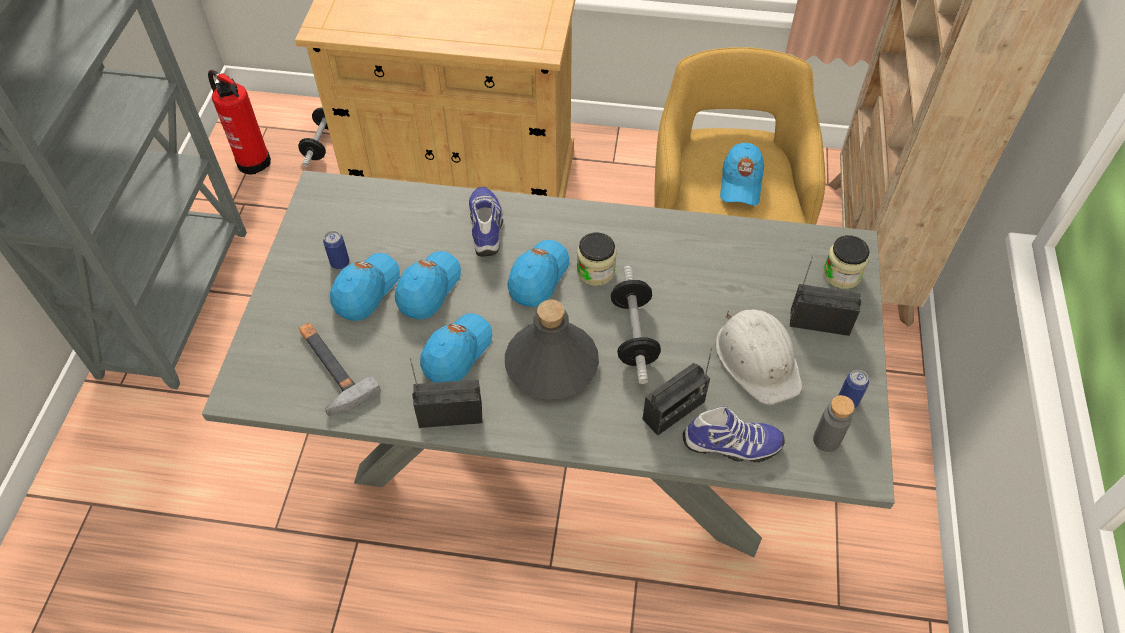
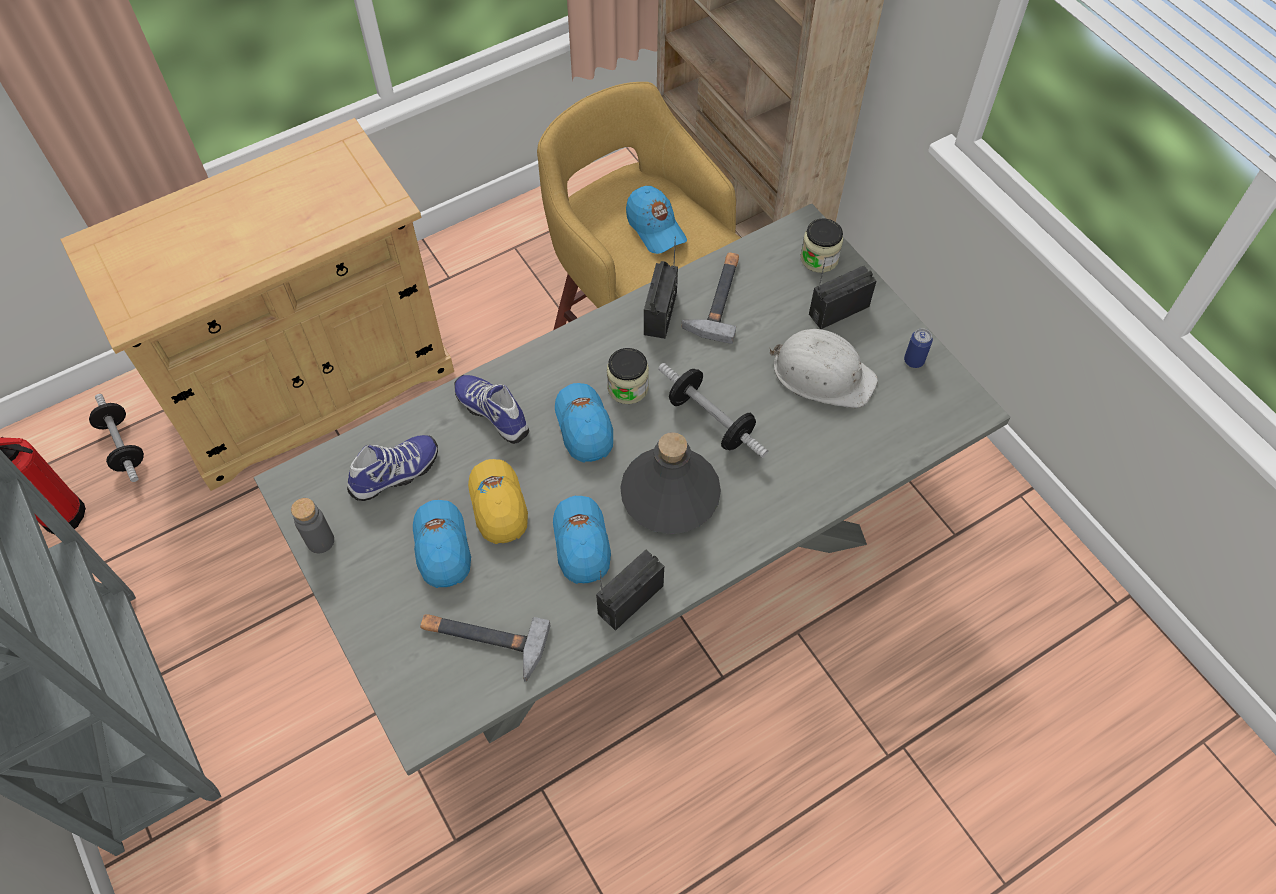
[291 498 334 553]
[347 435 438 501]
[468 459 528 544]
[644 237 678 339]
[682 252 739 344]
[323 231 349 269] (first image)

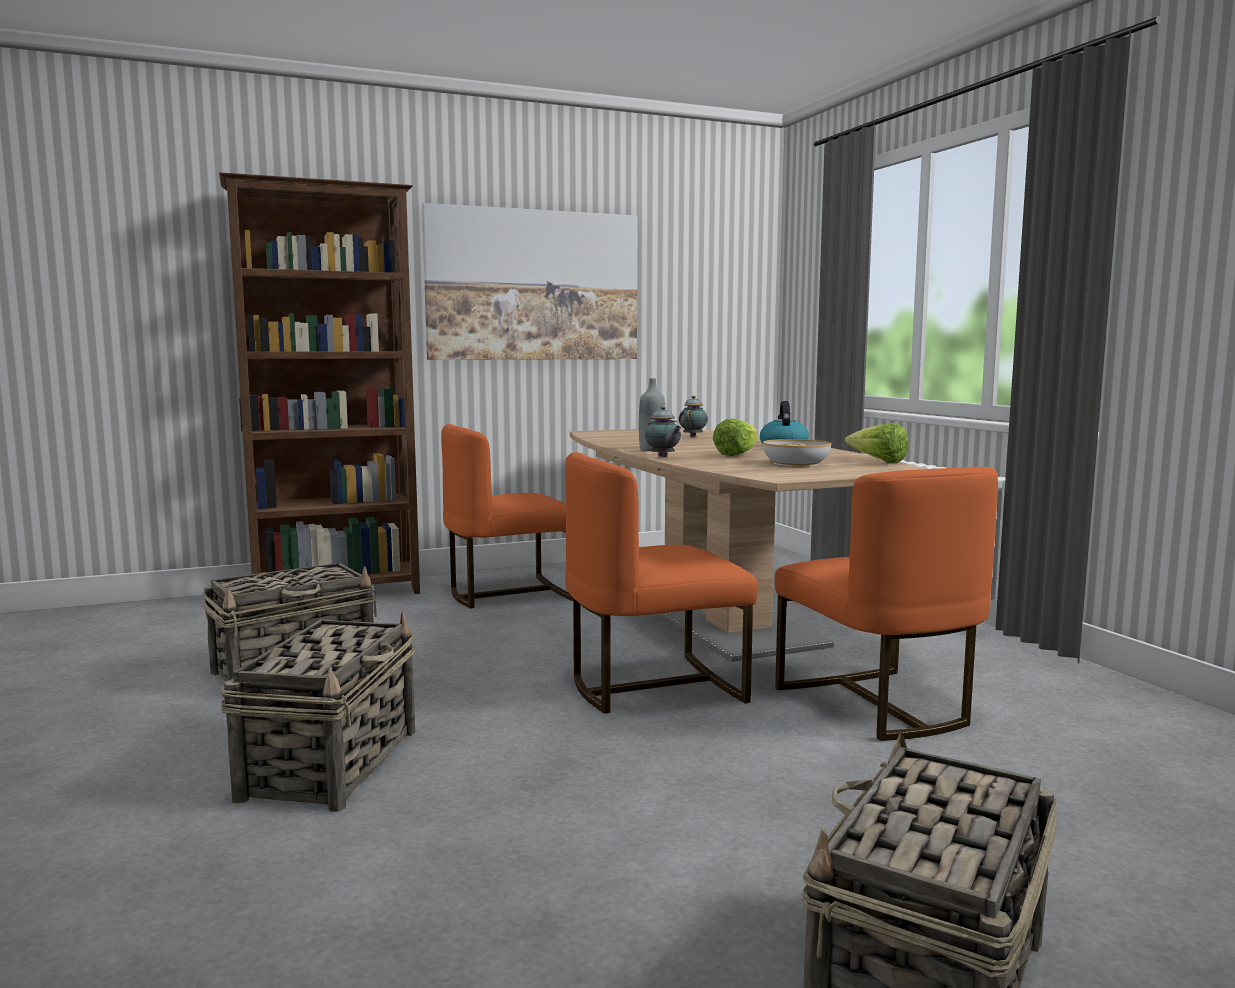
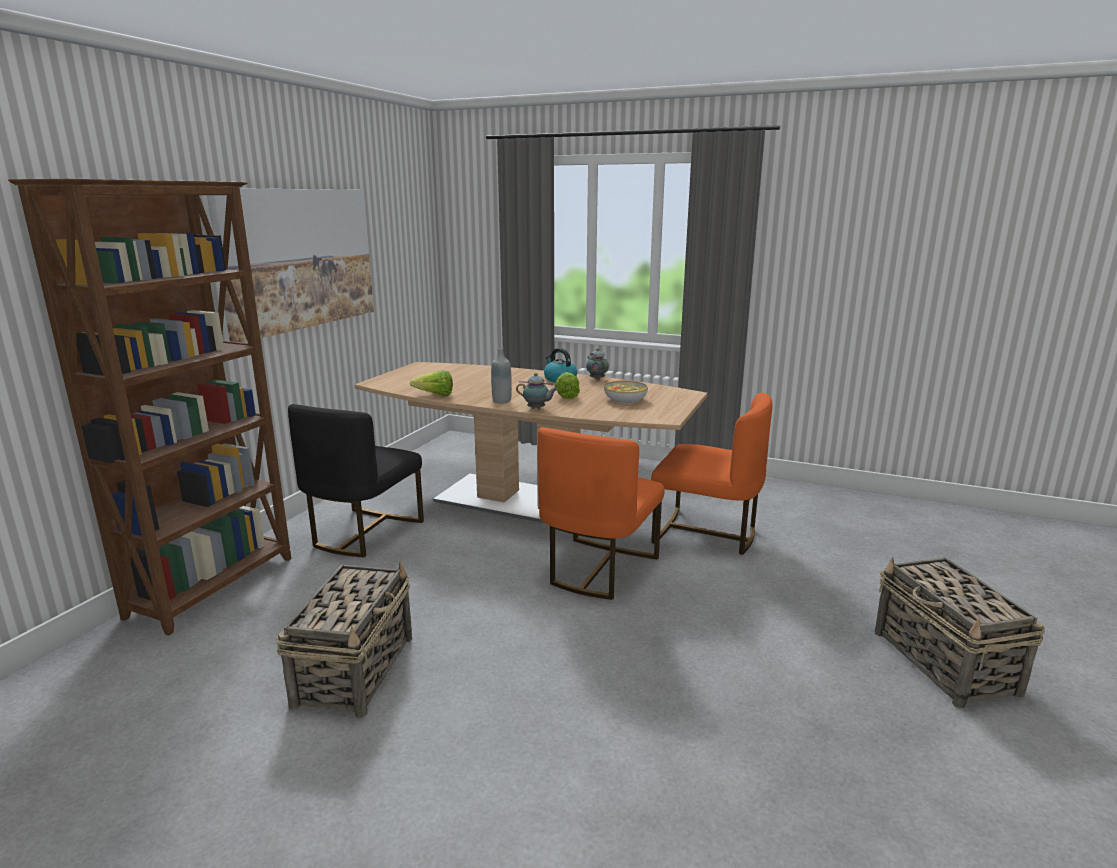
[288 404 424 557]
[410 370 453 396]
[586 348 609 380]
[220 611 415 812] (first image)

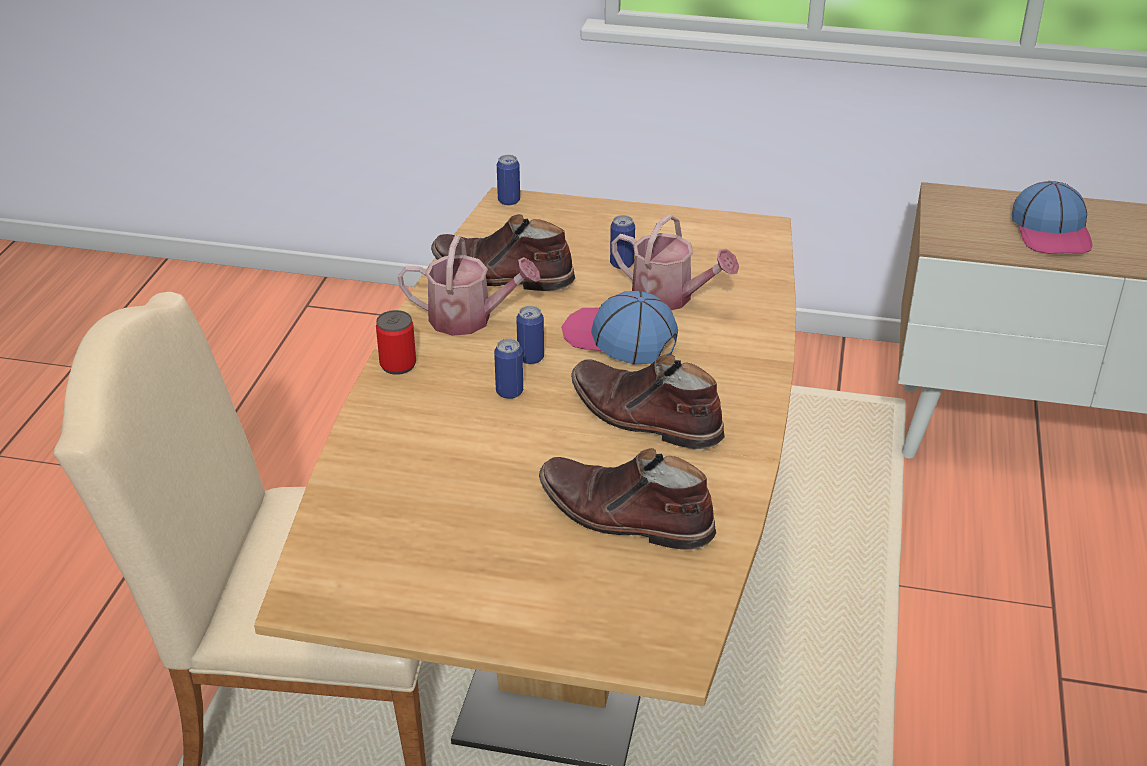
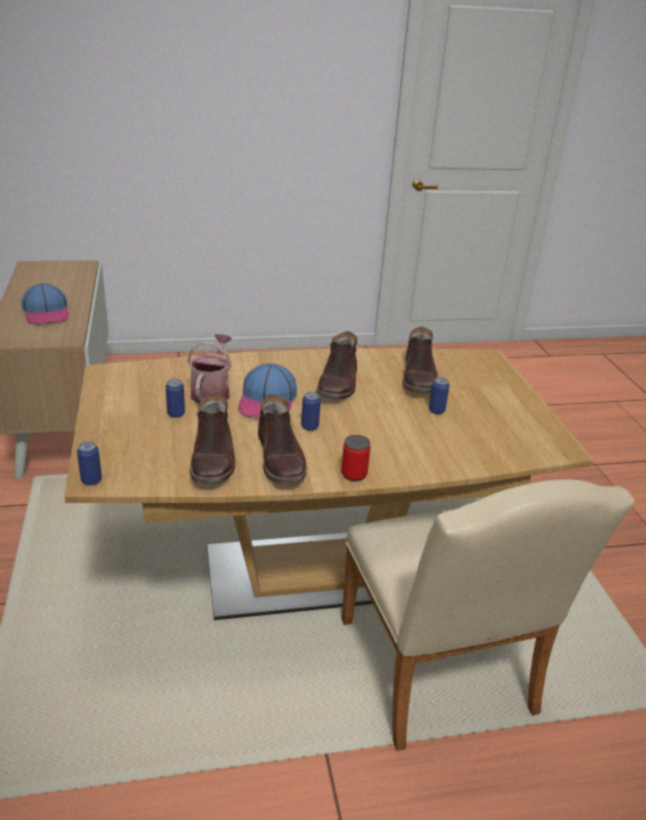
[21 283 69 324]
[258 395 307 484]
[429 377 450 415]

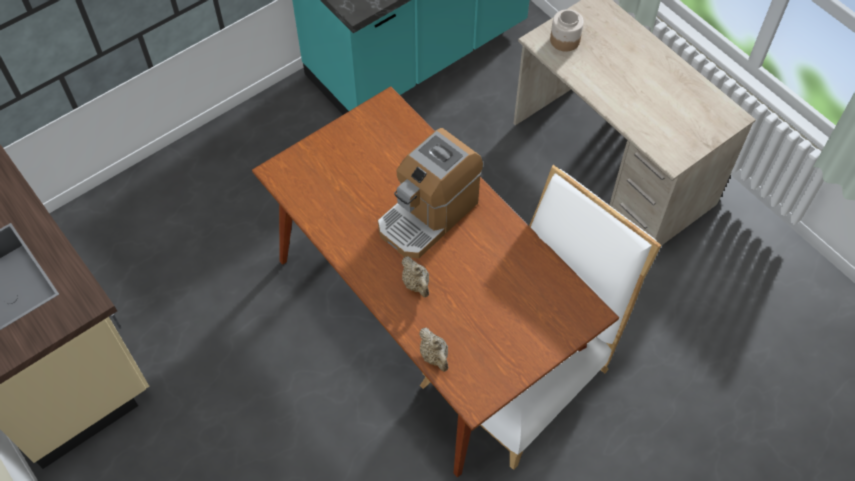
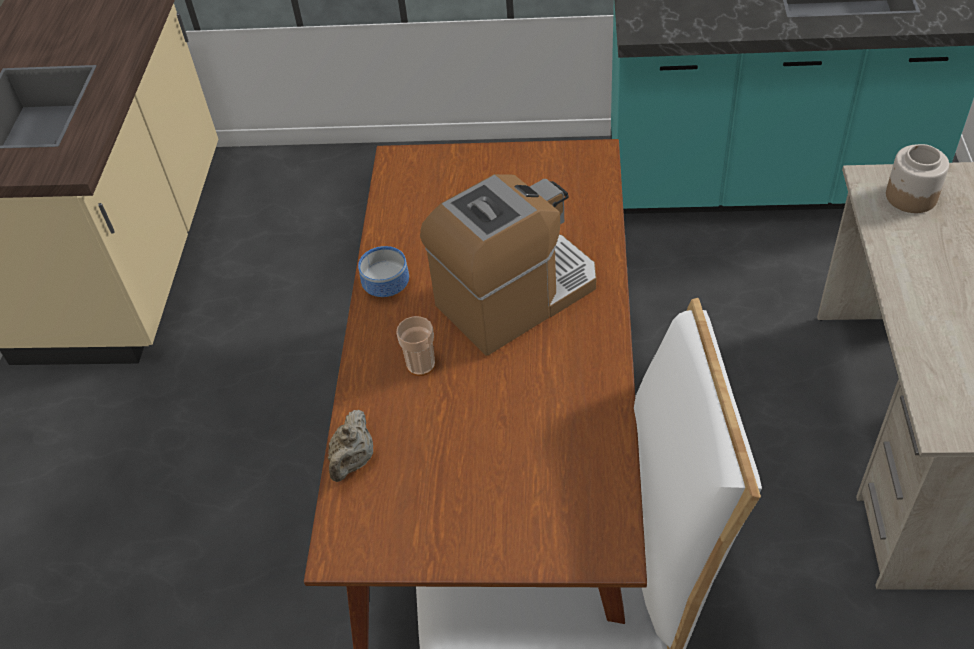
[358 246 409 297]
[396 316 435 376]
[420 174 596 356]

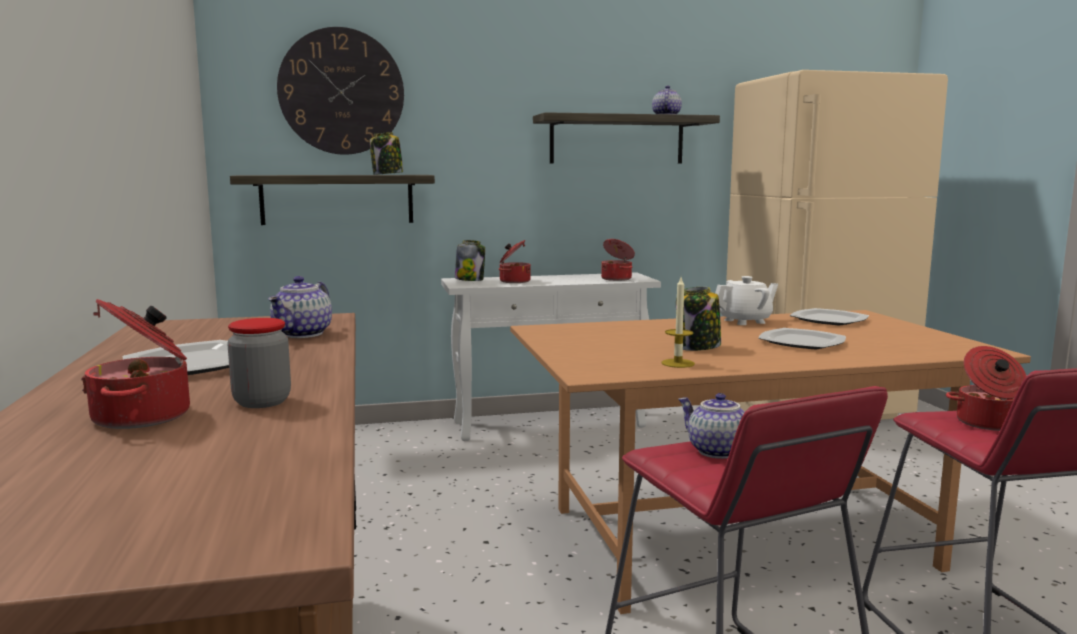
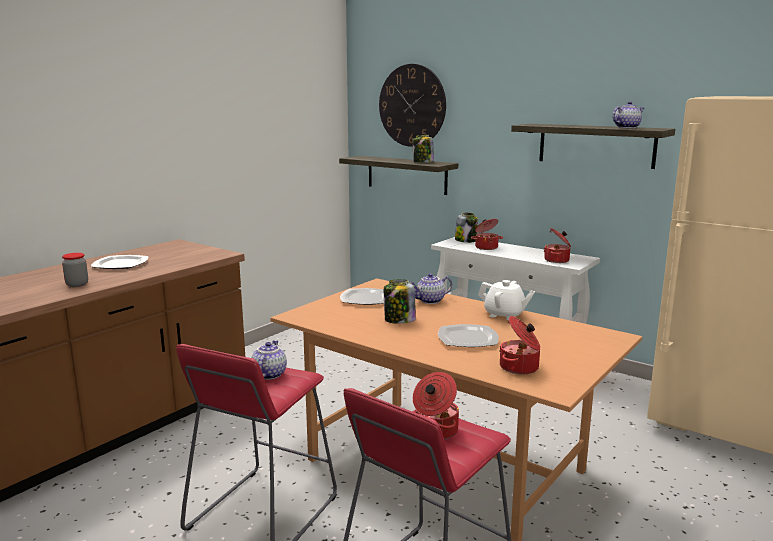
[340 288 384 305]
[410 273 452 304]
[499 316 540 375]
[662 278 695 368] (first image)

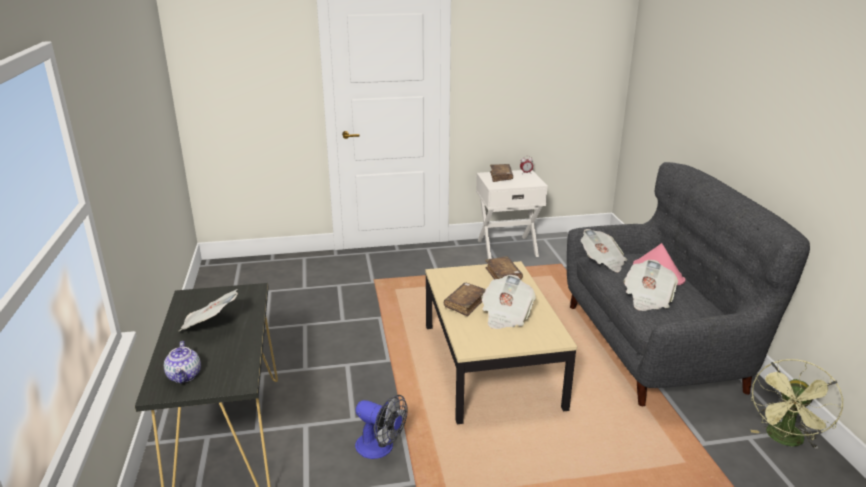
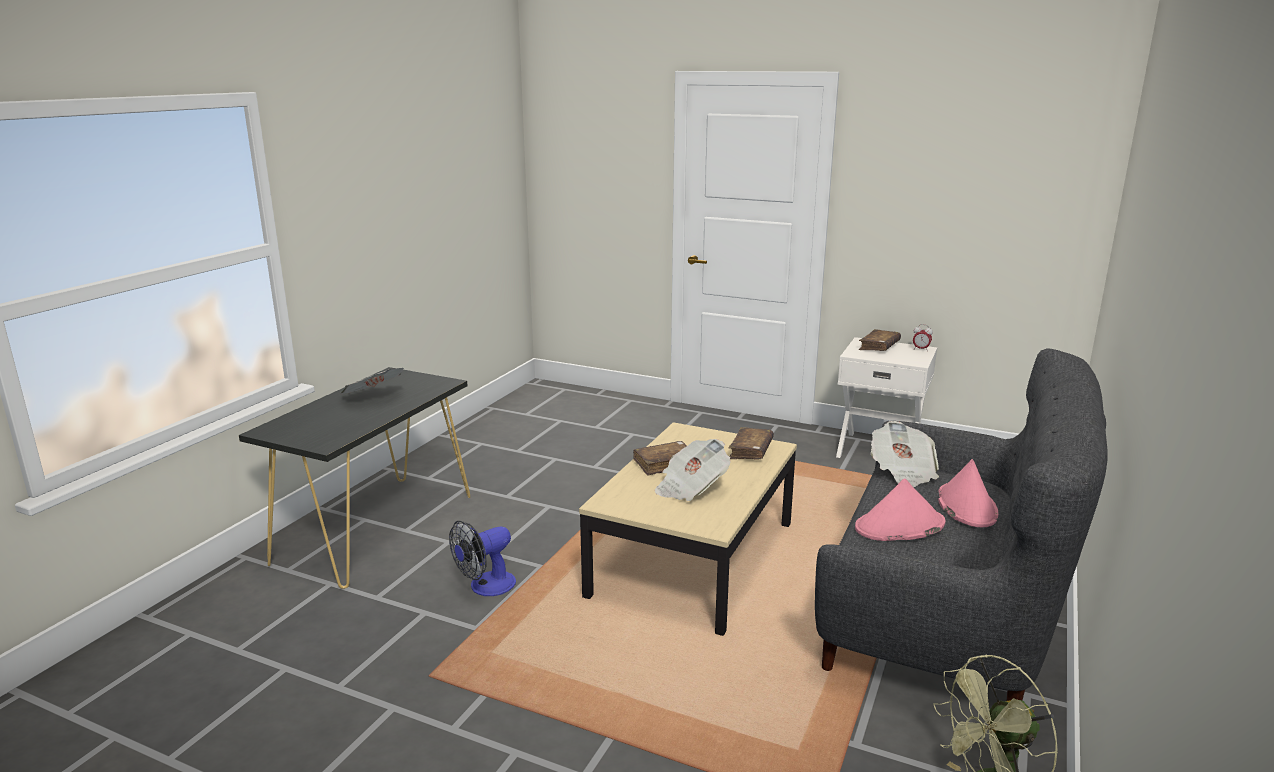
[449 521 516 596]
[855 479 945 541]
[164 341 201 384] (first image)

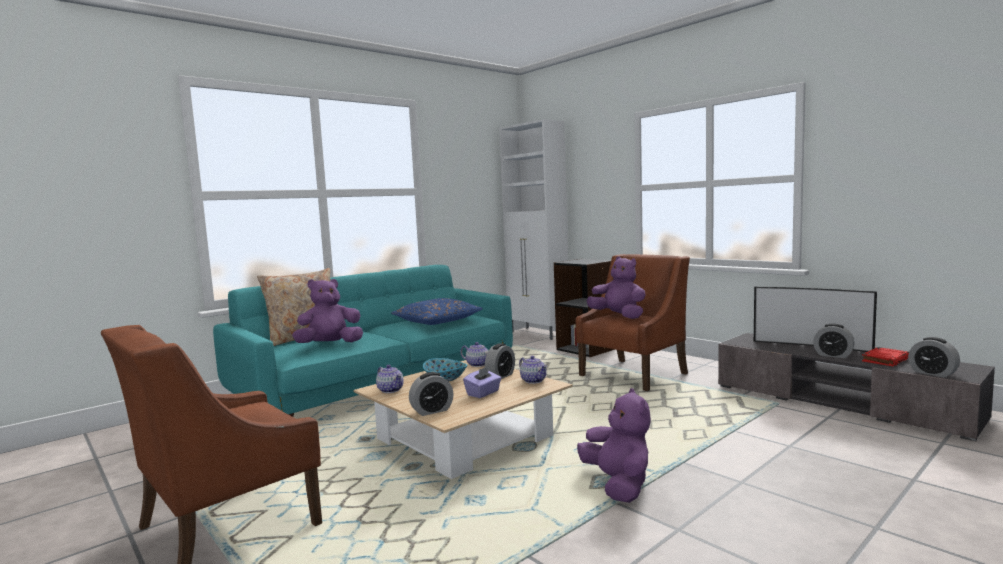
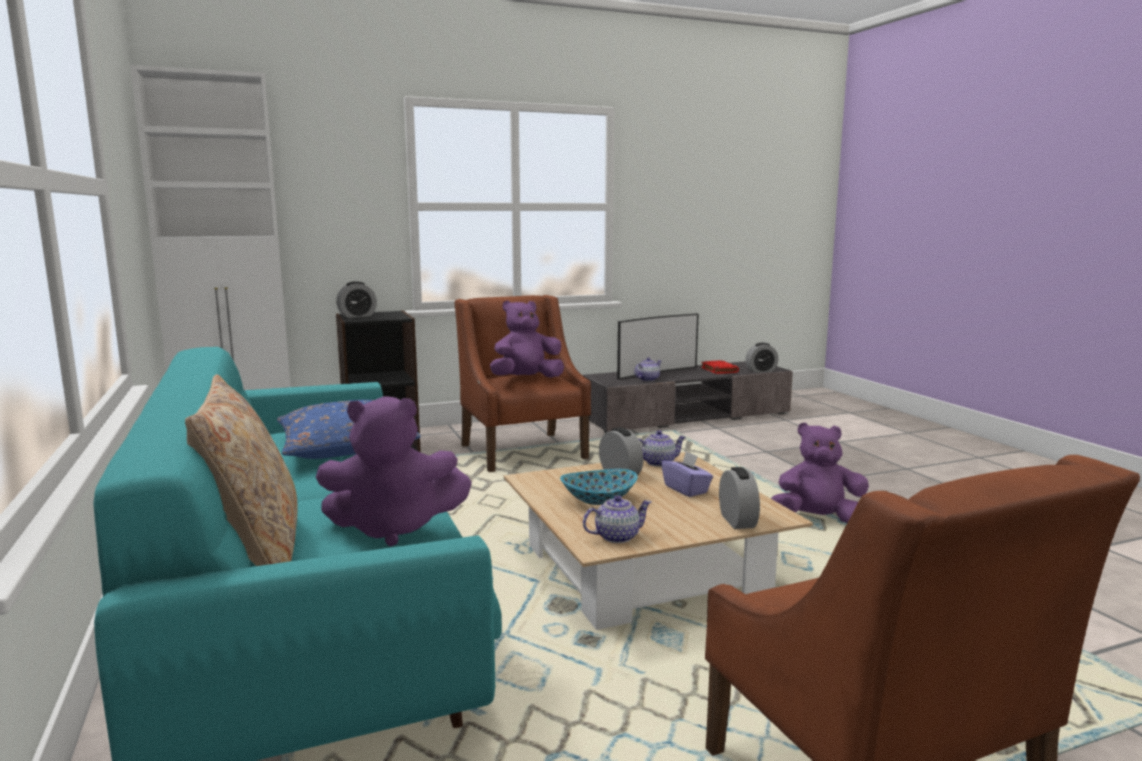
[316 396 472 546]
[336 281 377 318]
[634 357 661 382]

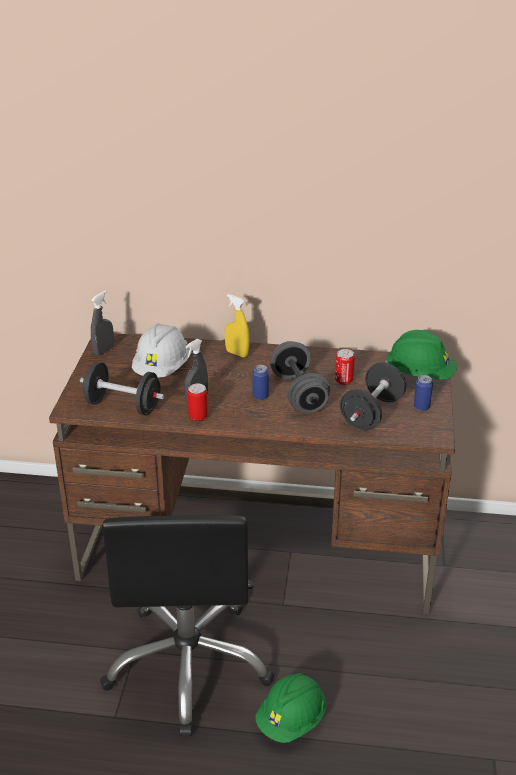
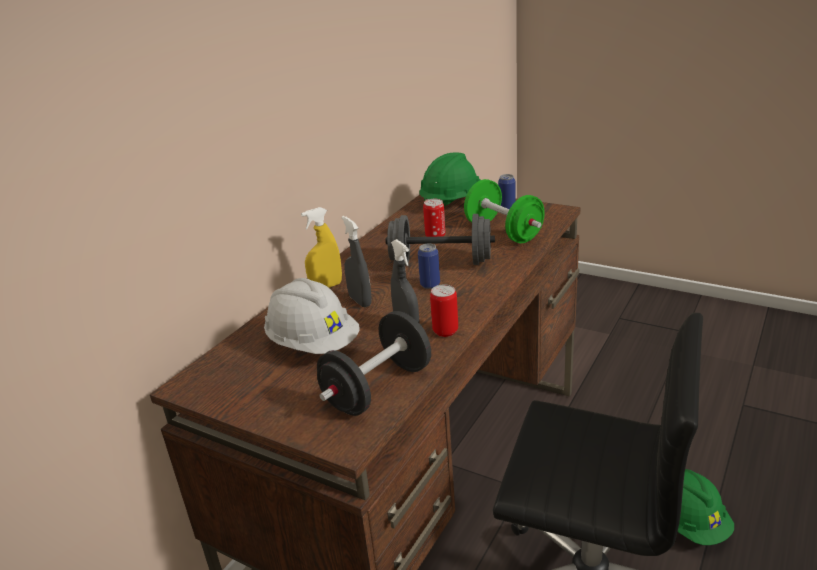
[341 216 372 307]
[464 179 545 243]

